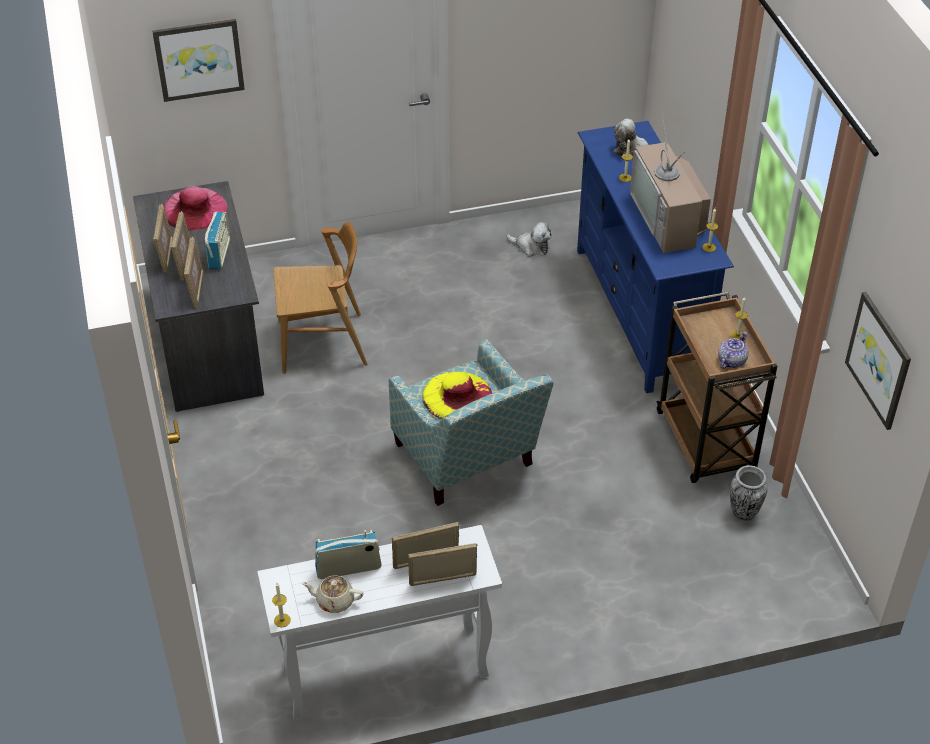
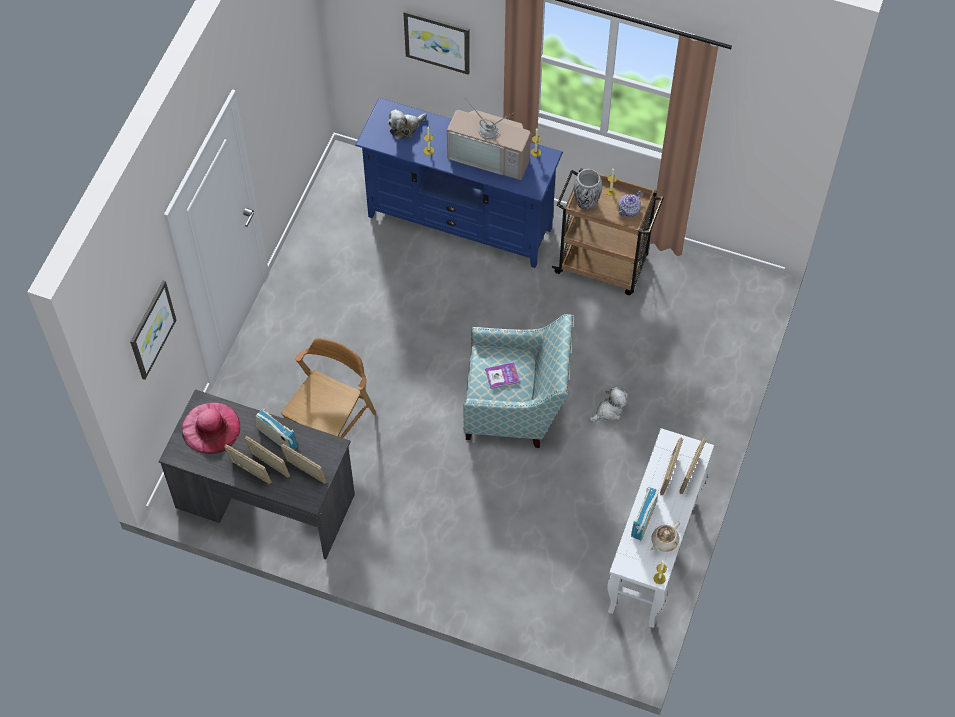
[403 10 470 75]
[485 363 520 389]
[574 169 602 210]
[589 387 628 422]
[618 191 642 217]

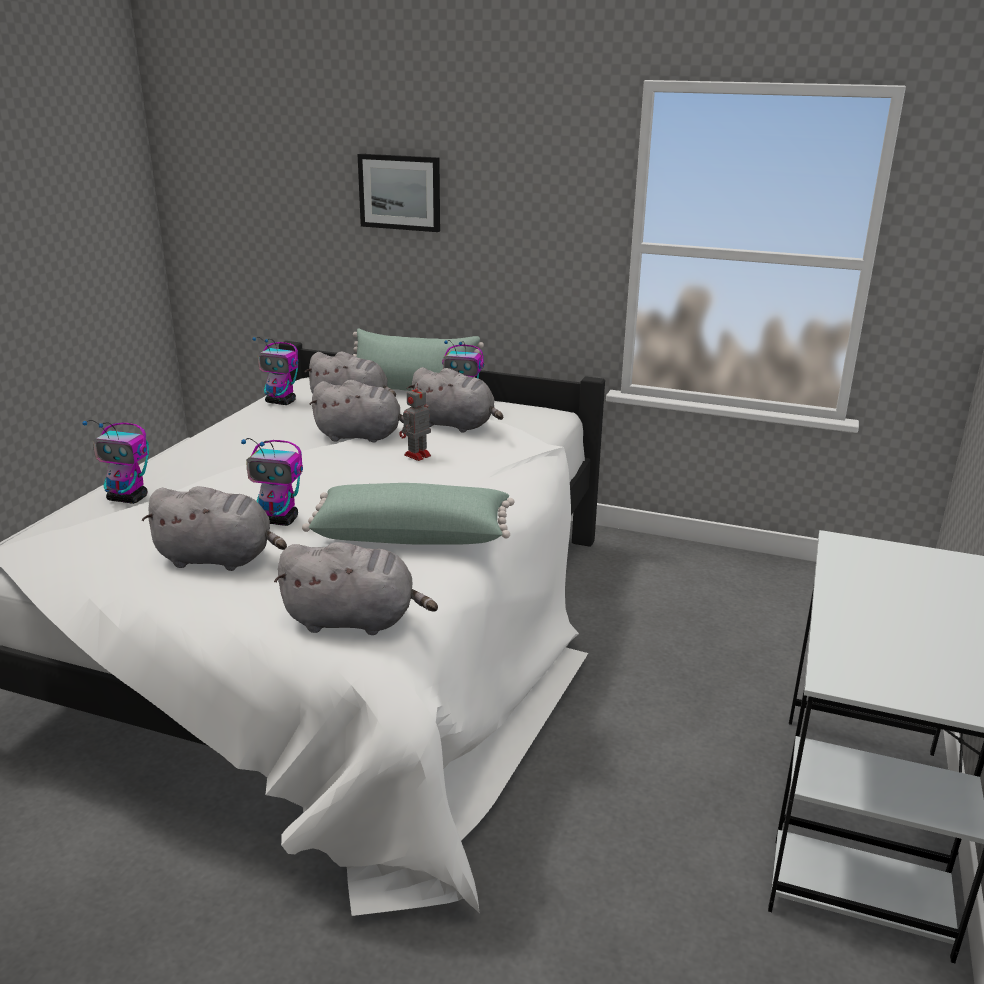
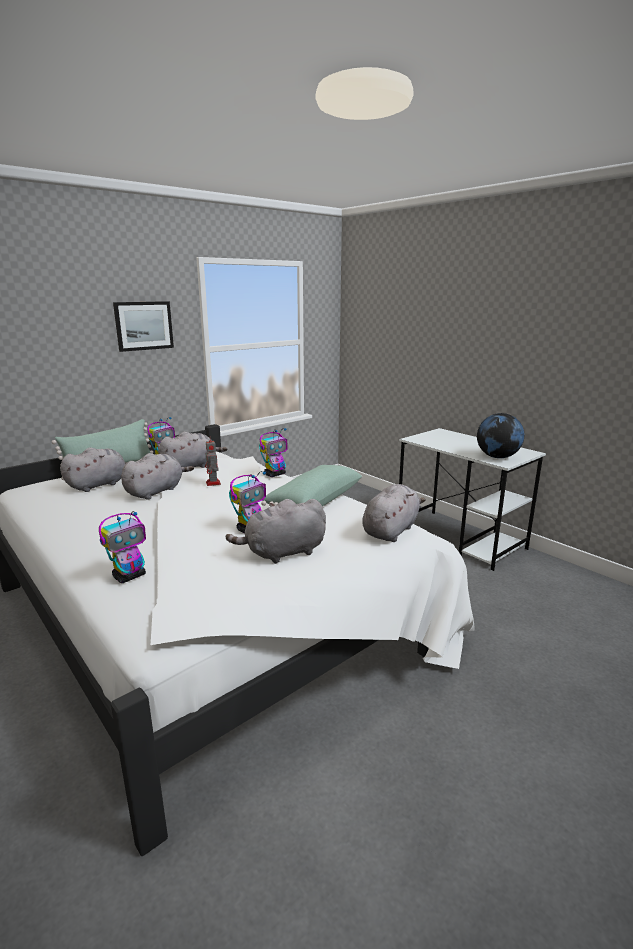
[113 301 174 352]
[226 499 326 564]
[259 428 287 477]
[477 413 524 458]

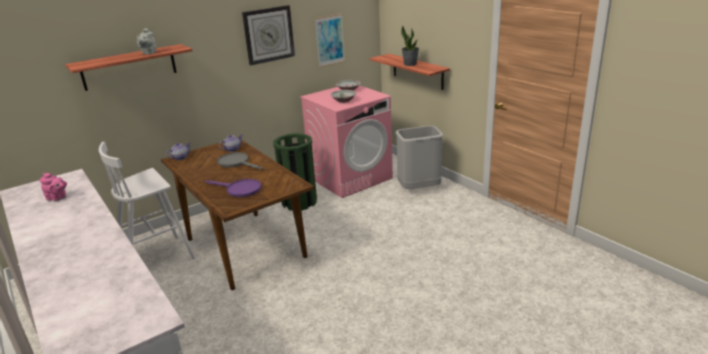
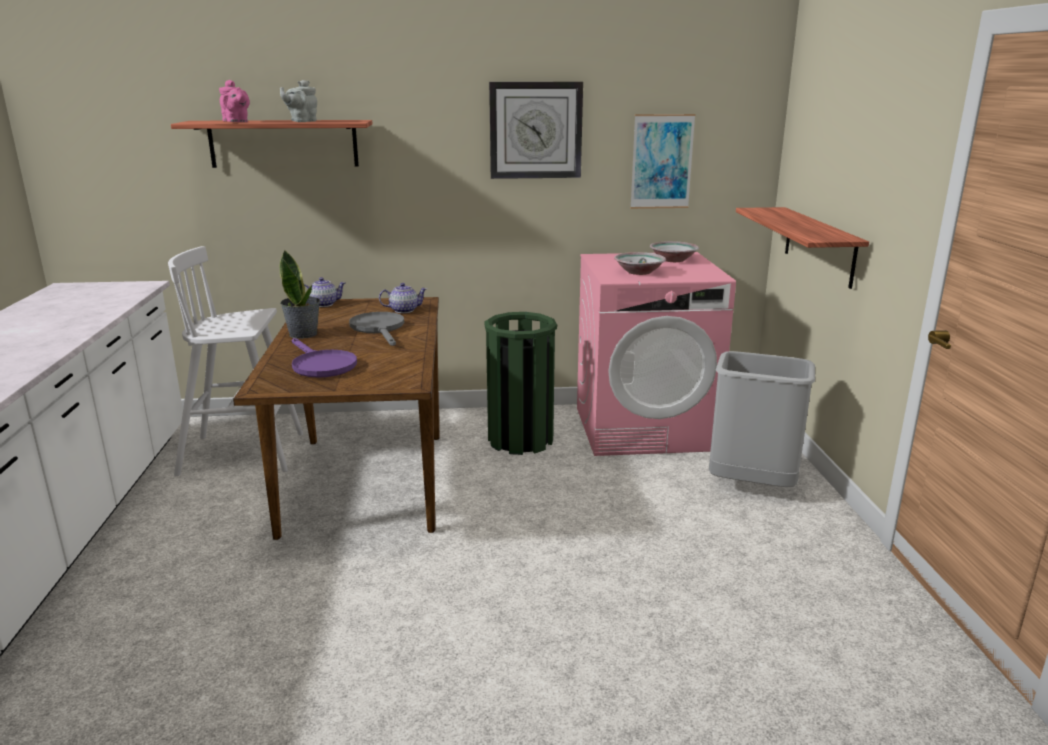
[219 80 250 122]
[280 250 320 339]

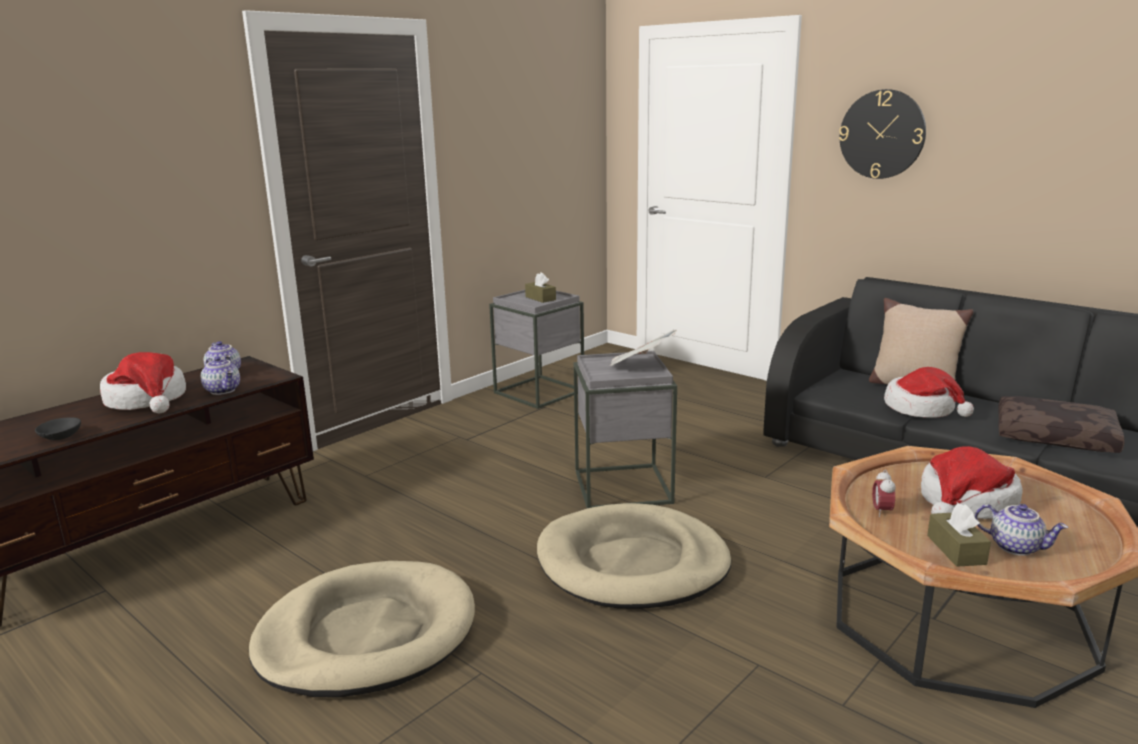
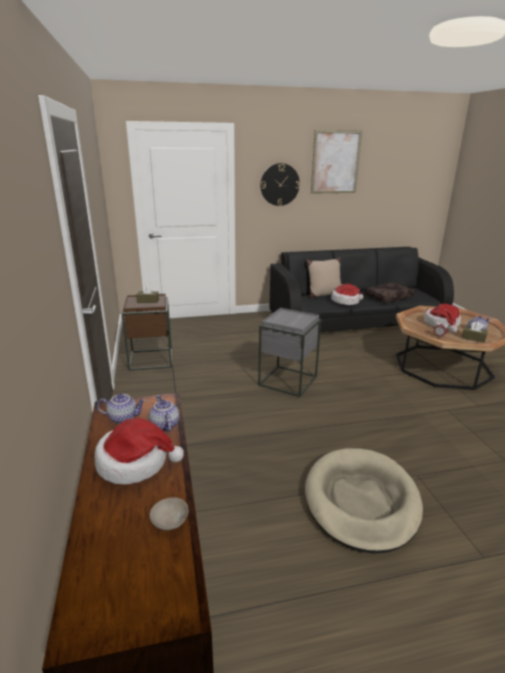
[121 294 172 371]
[149 395 179 432]
[149 497 189 530]
[311 130 362 194]
[537 503 731 609] (first image)
[611 330 677 366] (first image)

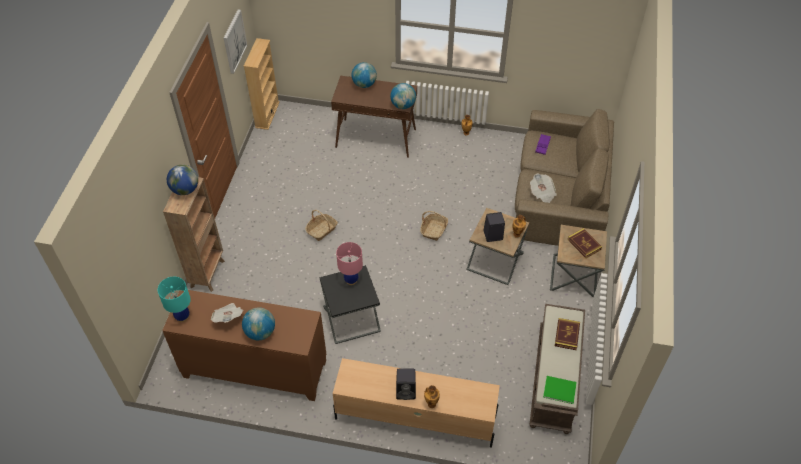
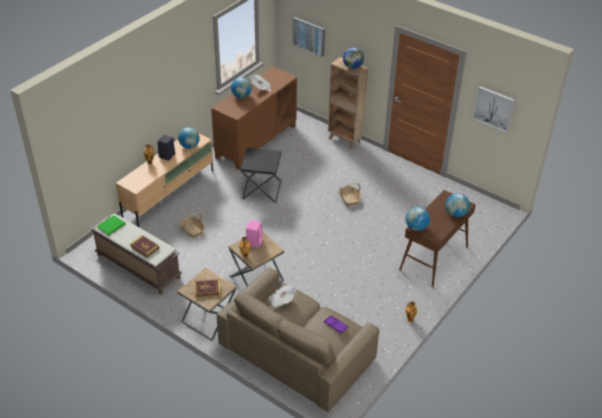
[178 127 200 149]
[179 212 205 238]
[246 220 263 248]
[293 17 325 57]
[158 277 191 322] (first image)
[244 38 280 130] (first image)
[336 242 363 285] (first image)

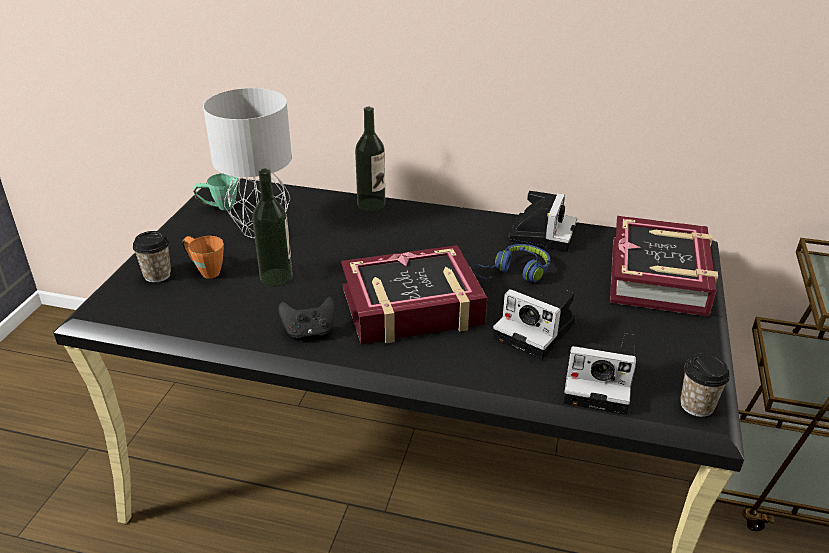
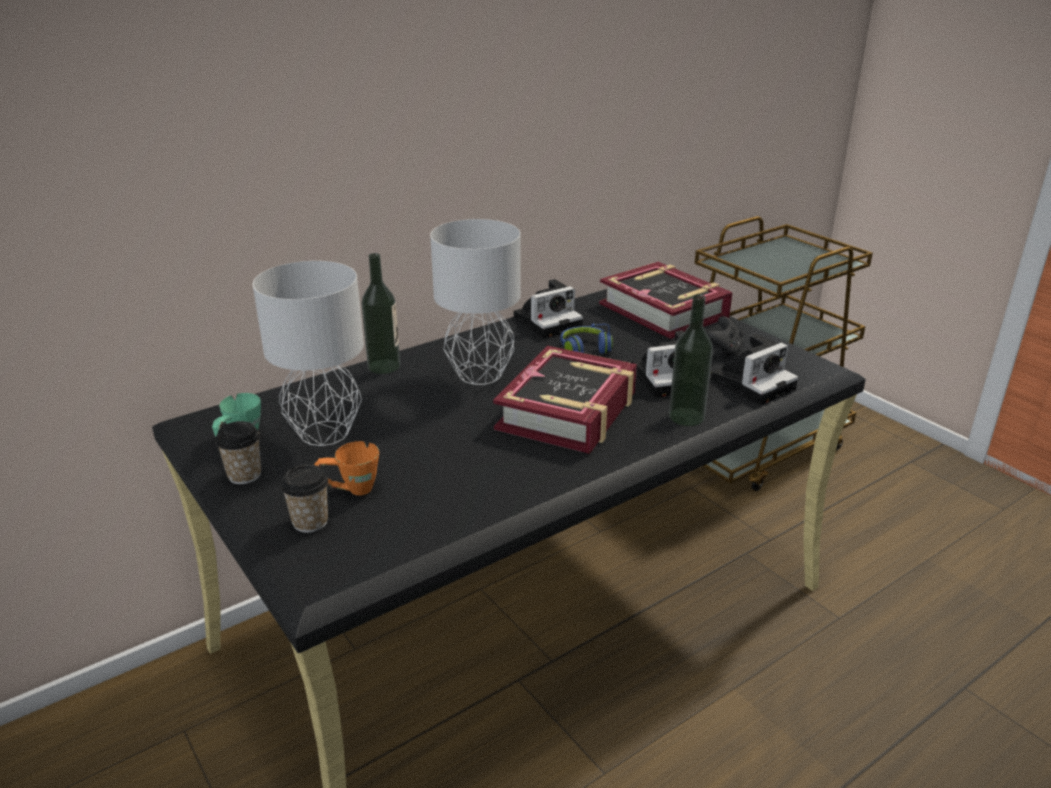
[215 421 261 485]
[430 219 521 385]
[514 279 583 338]
[669 294 713 426]
[707 316 744 357]

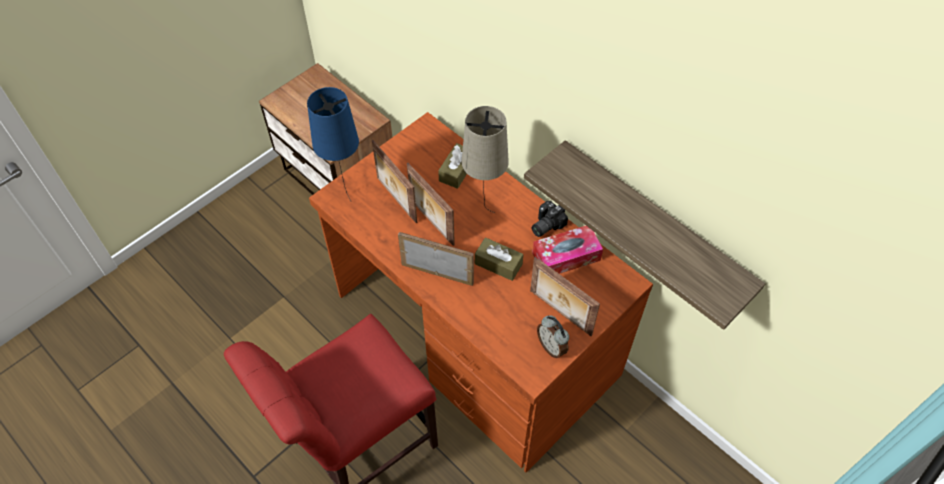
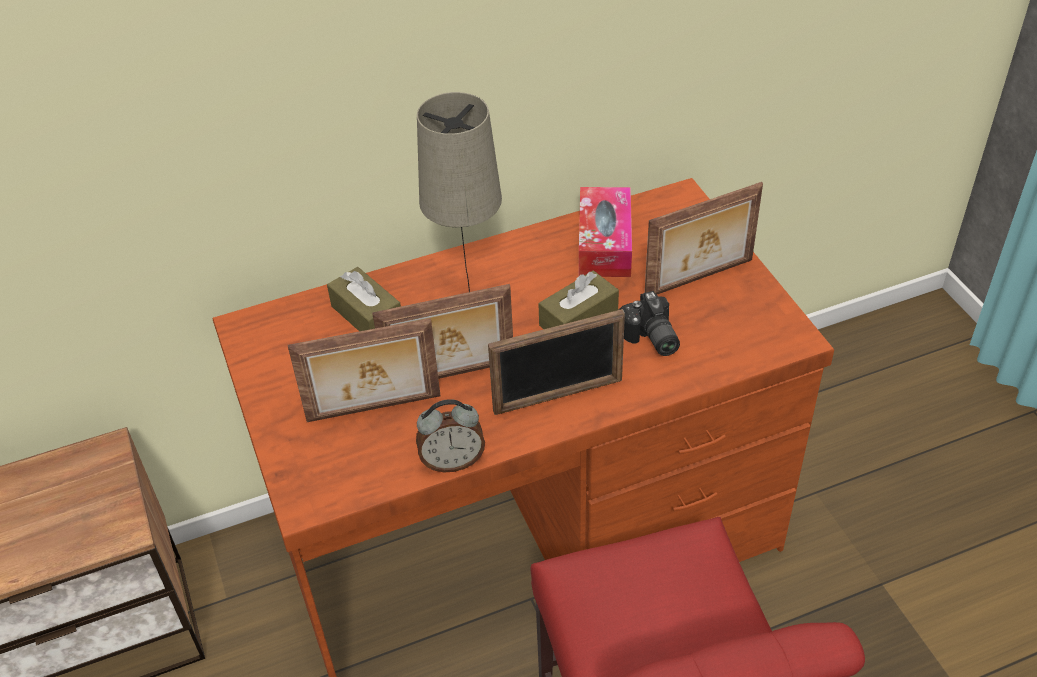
[416 399 485 472]
[488 309 625 415]
[619 291 680 356]
[307 87 359 201] (first image)
[524 140 765 330] (first image)

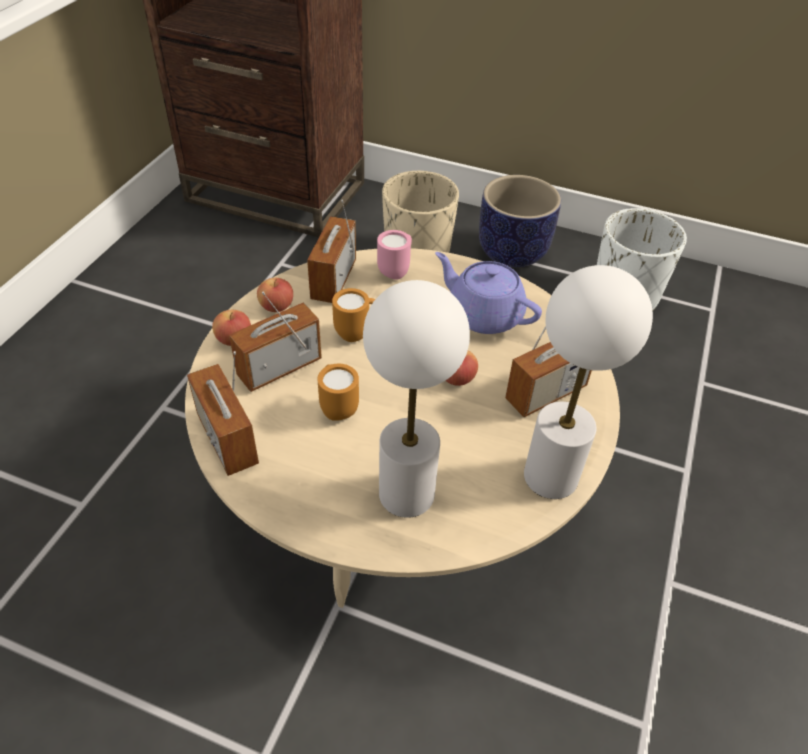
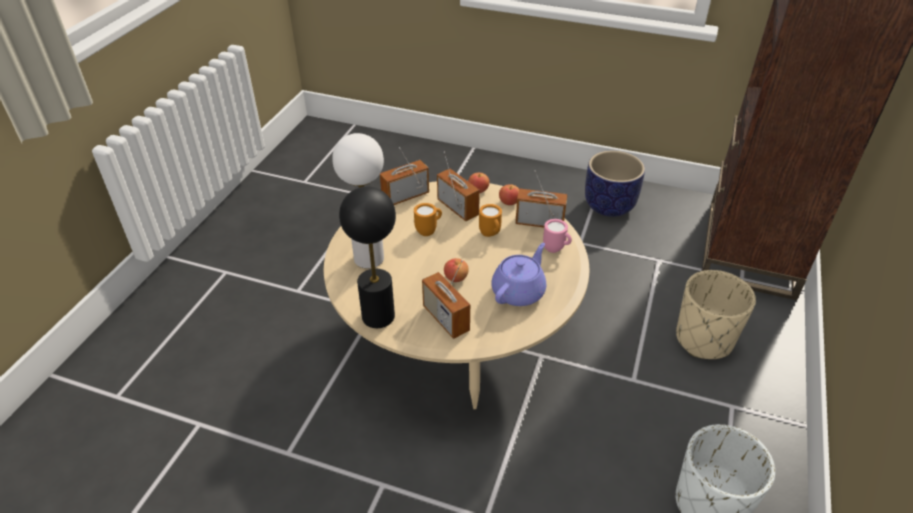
[339 187 396 328]
[585 151 645 217]

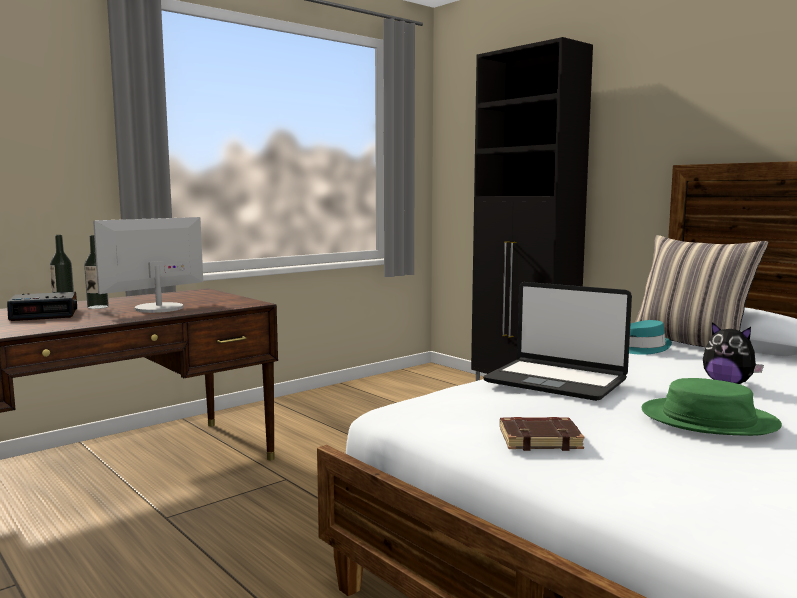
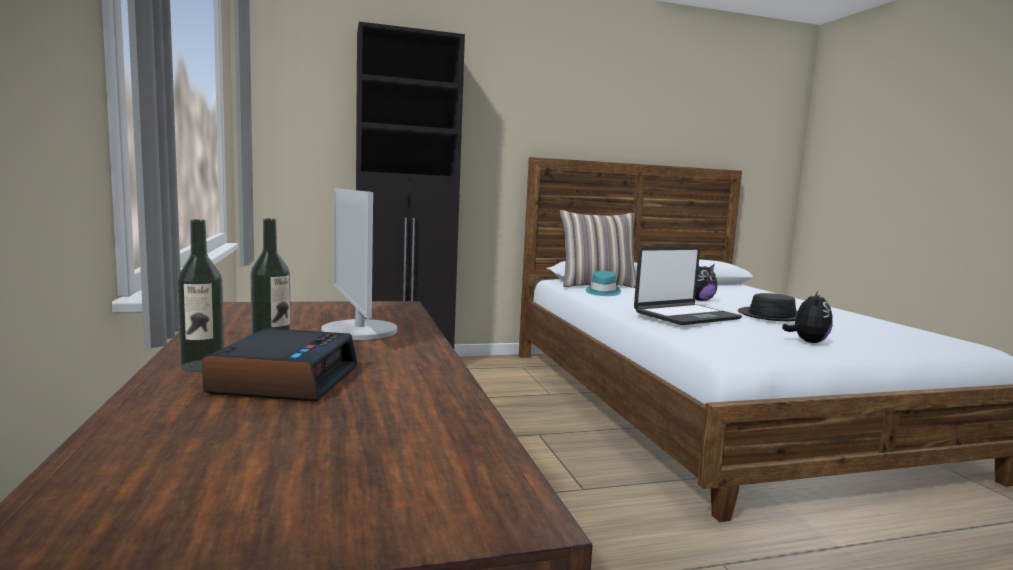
[738 293 797 321]
[782 291 833 343]

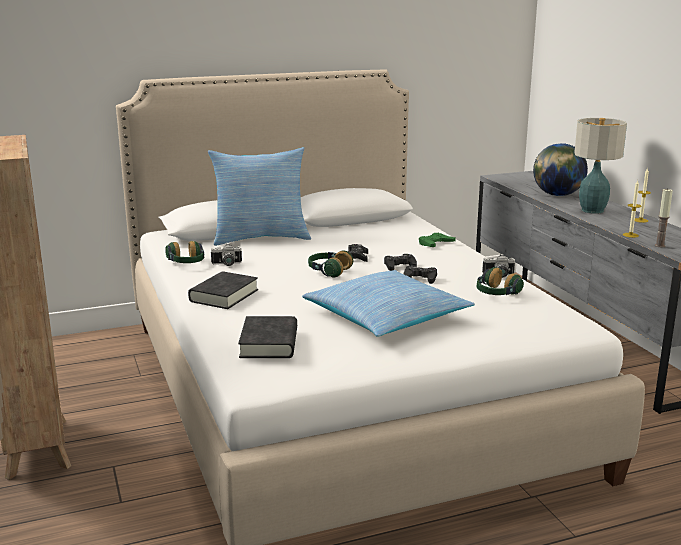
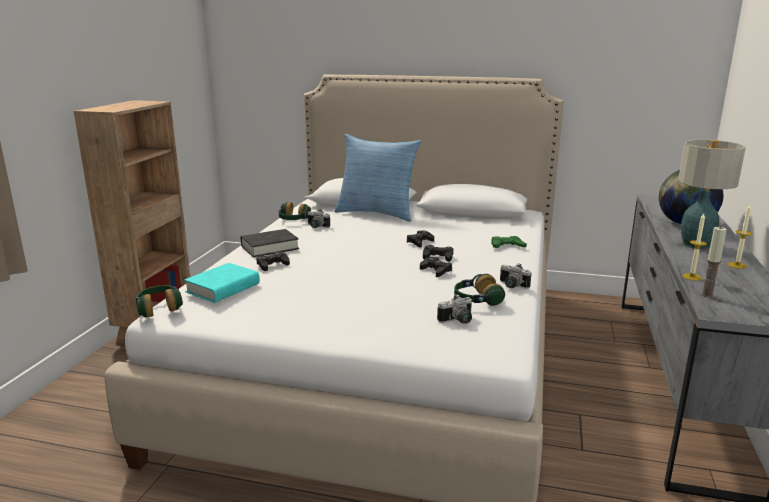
[136 285 183 317]
[184 263 260 303]
[256 252 290 271]
[437 294 472 324]
[302 270 475 337] (first image)

